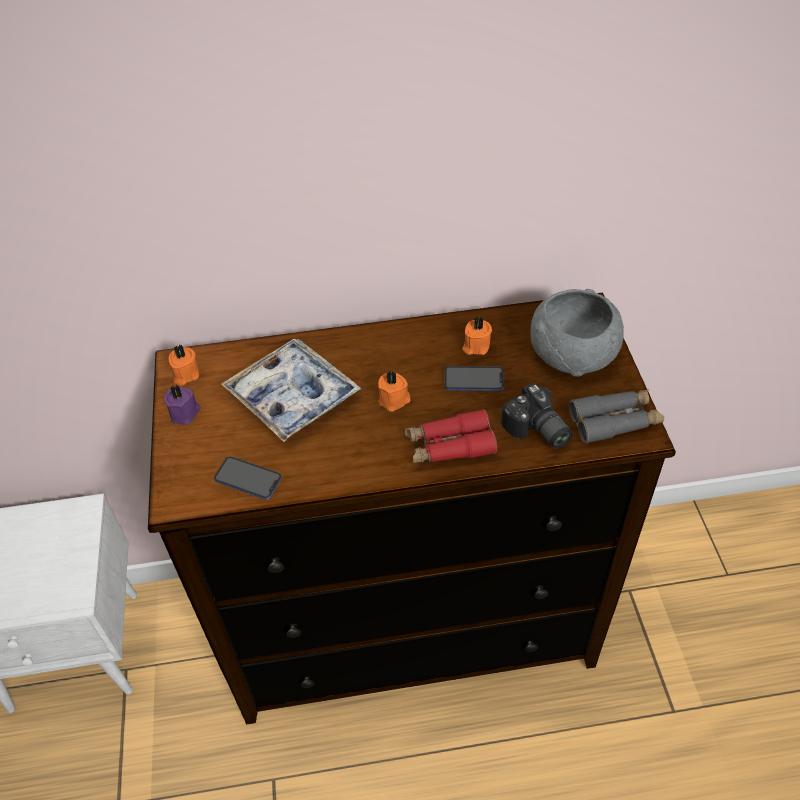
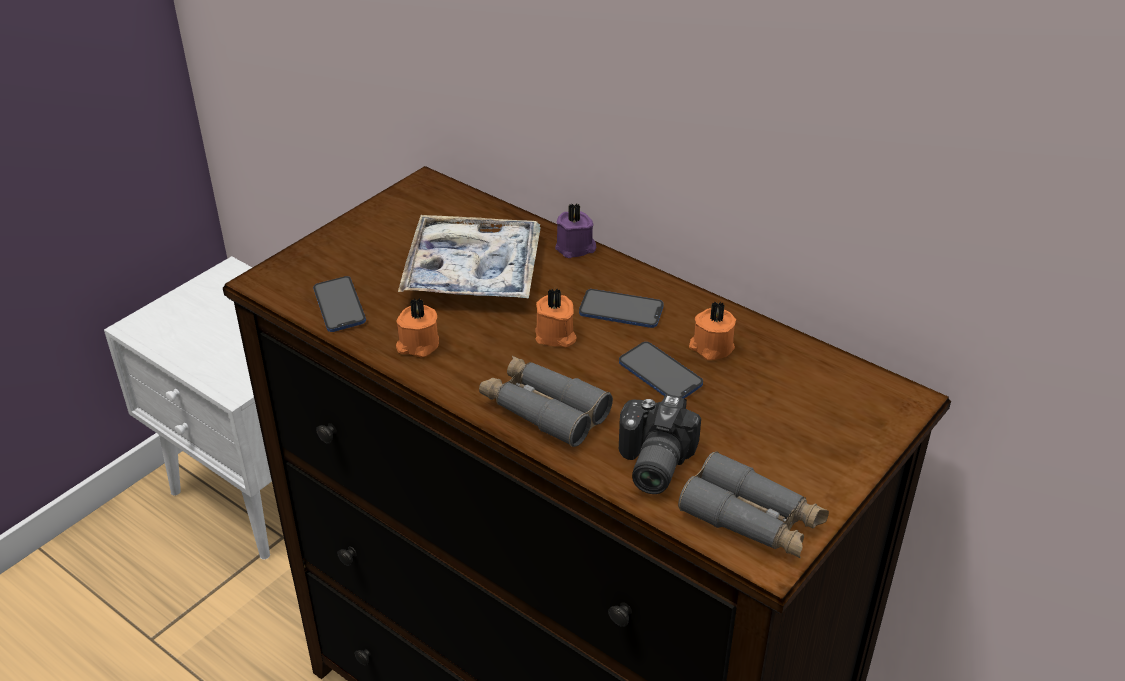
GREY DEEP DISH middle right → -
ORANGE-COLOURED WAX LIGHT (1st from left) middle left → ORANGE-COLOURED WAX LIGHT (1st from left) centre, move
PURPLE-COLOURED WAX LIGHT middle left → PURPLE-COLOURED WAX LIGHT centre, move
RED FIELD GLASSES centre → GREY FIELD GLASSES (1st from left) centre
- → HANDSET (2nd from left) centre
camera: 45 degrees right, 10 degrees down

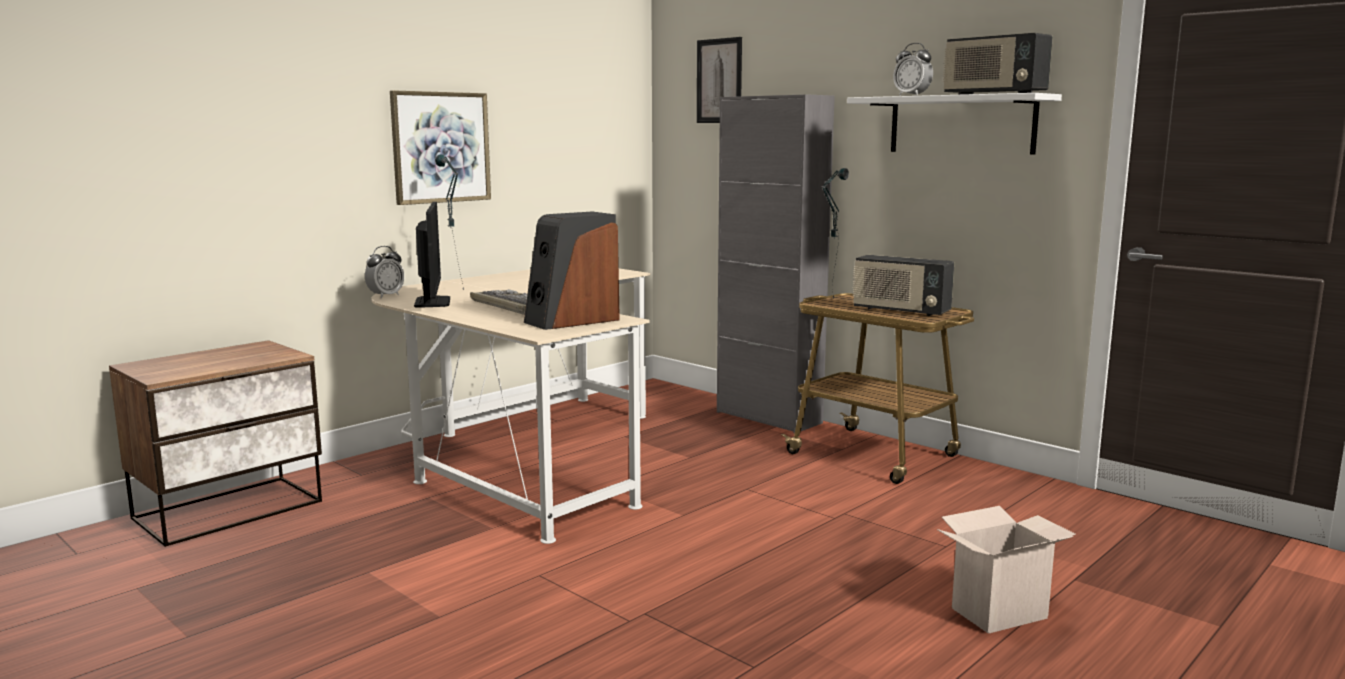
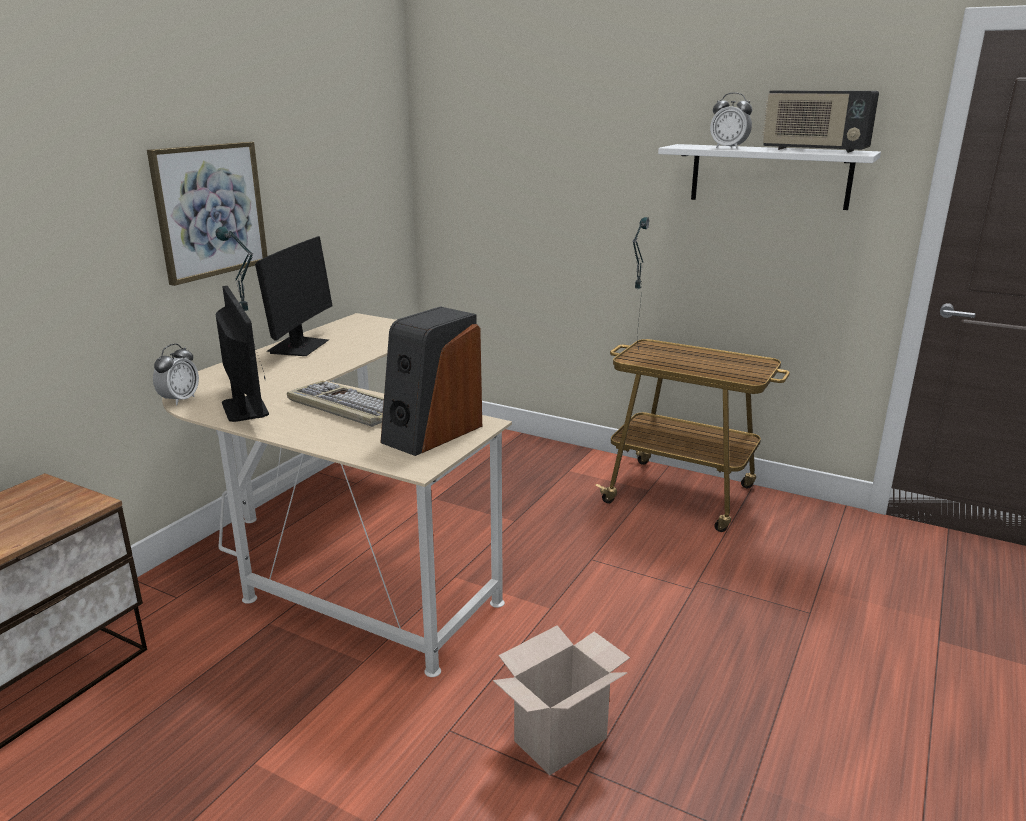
WALL ART (2nd from left) top centre → -
GREY STORAGE CABINET centre → -
RADIO SET (1st from left) middle right → -
CARTON bottom right → CARTON bottom centre, move
- → MONITOR (2nd from left) middle left
camera: 15 degrees left, 10 degrees up

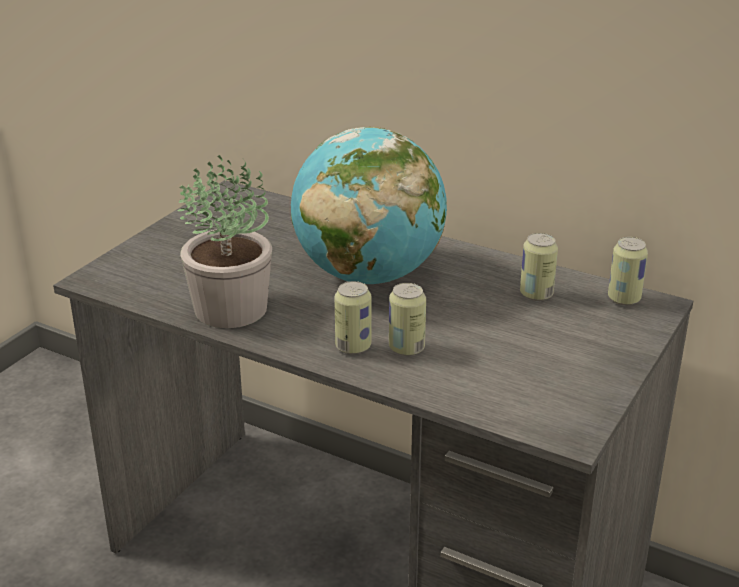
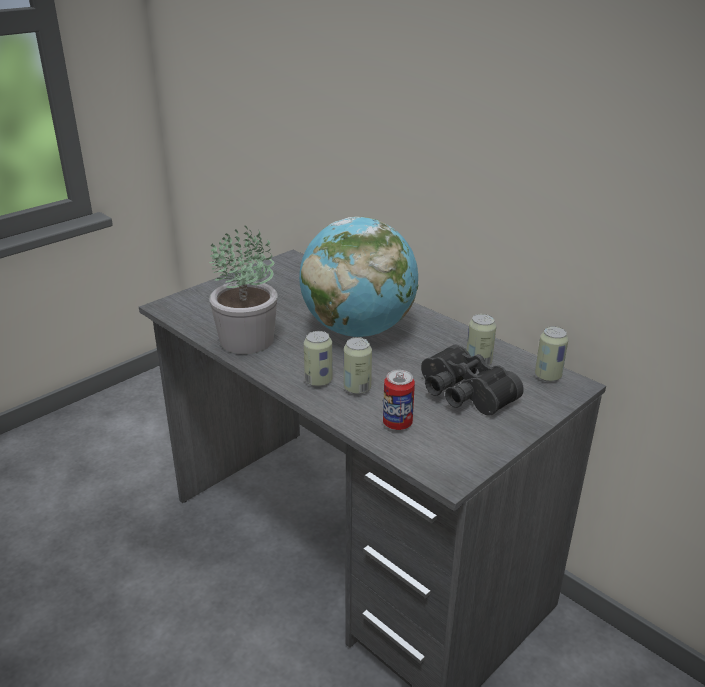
- → BLACK-COLOURED FIELD GLASSES middle right
- → METAL CAN (3rd from left) centre
camera: 15 degrees right, 0 degrees up

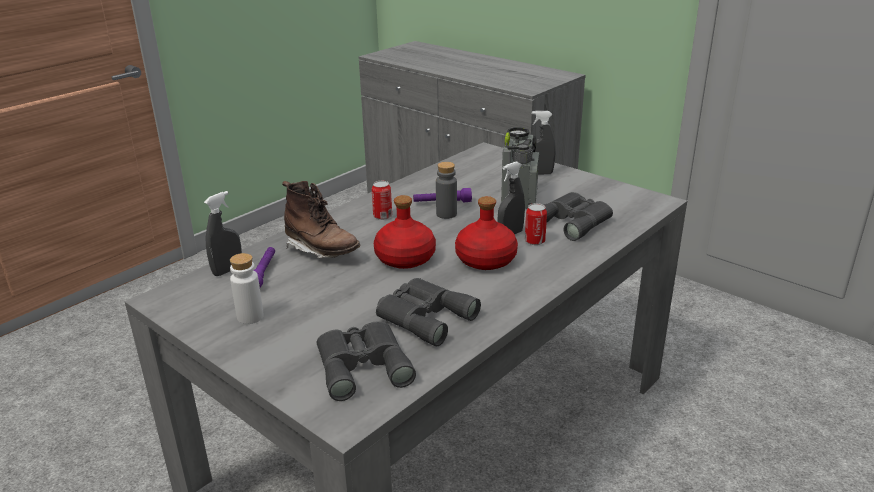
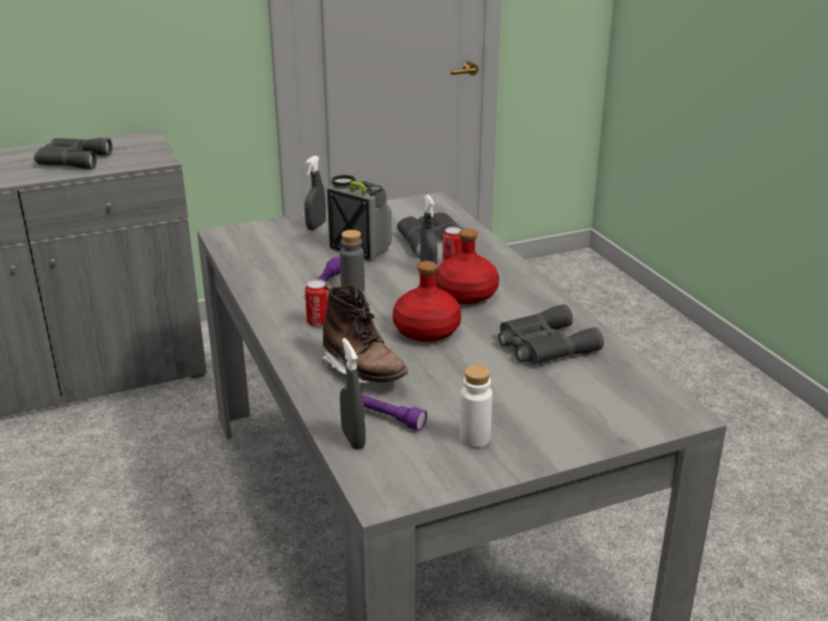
BROWN HIGH-TOP BOOT centre, 75 degrees clockwise
GREY FIELD GLASSES (1st from left) bottom centre → GREY FIELD GLASSES (1st from left) top left, move
camera: 65 degrees left, 0 degrees up

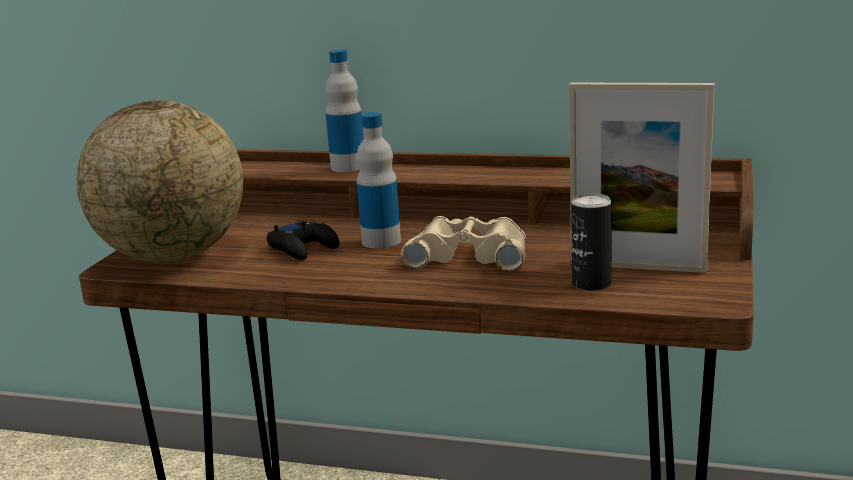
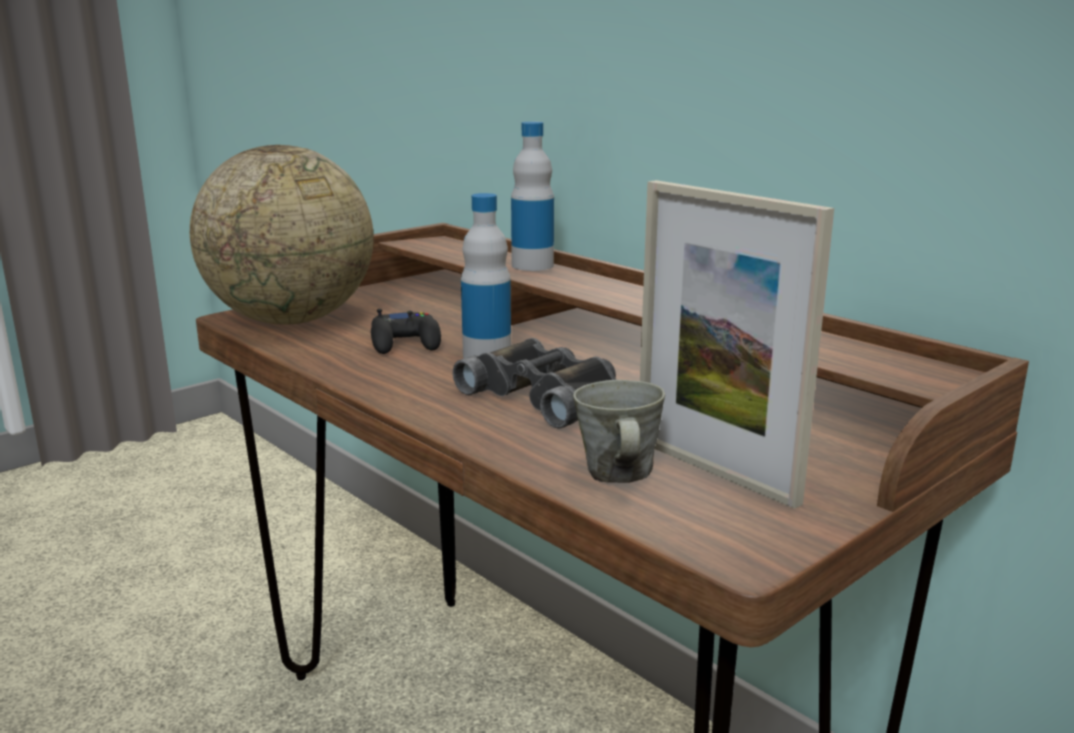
METAL CAN middle right → GREY MUG centre
SAND-COLOURED FIELD GLASSES centre → BLACK-COLOURED FIELD GLASSES centre
camera: 30 degrees right, 0 degrees up

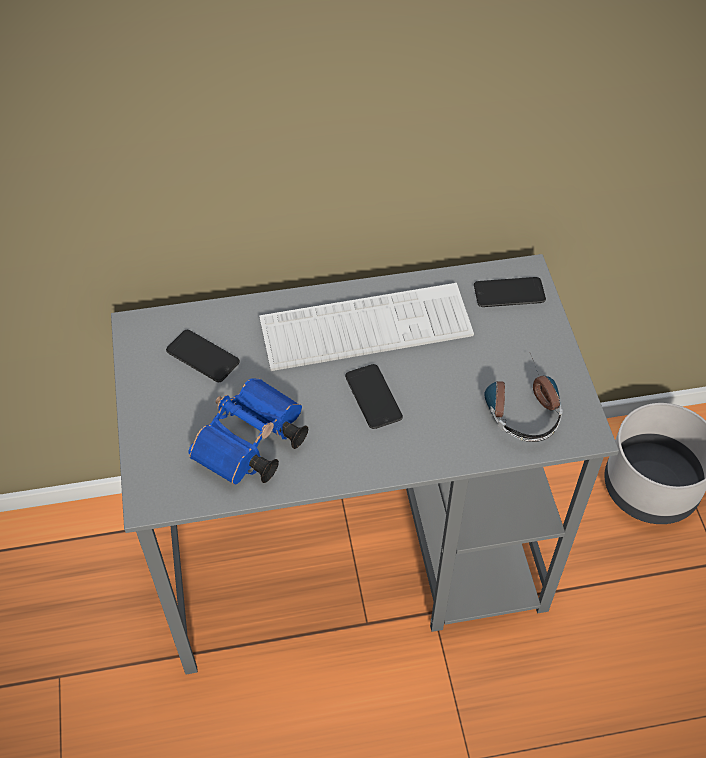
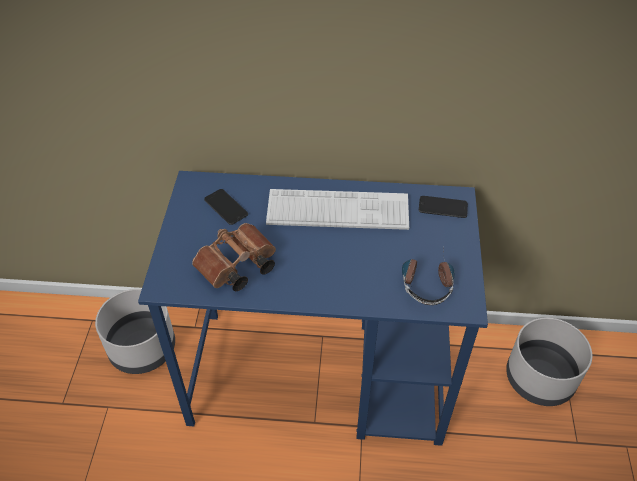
GREY DESK UNIT centre → BLUE DESK UNIT centre
HANDSET (2nd from left) centre → -
BLUE FIELD GLASSES centre → BROWN FIELD GLASSES centre
- → GREY PLANTER (1st from left) bottom left
camera: 15 degrees right, 5 degrees down

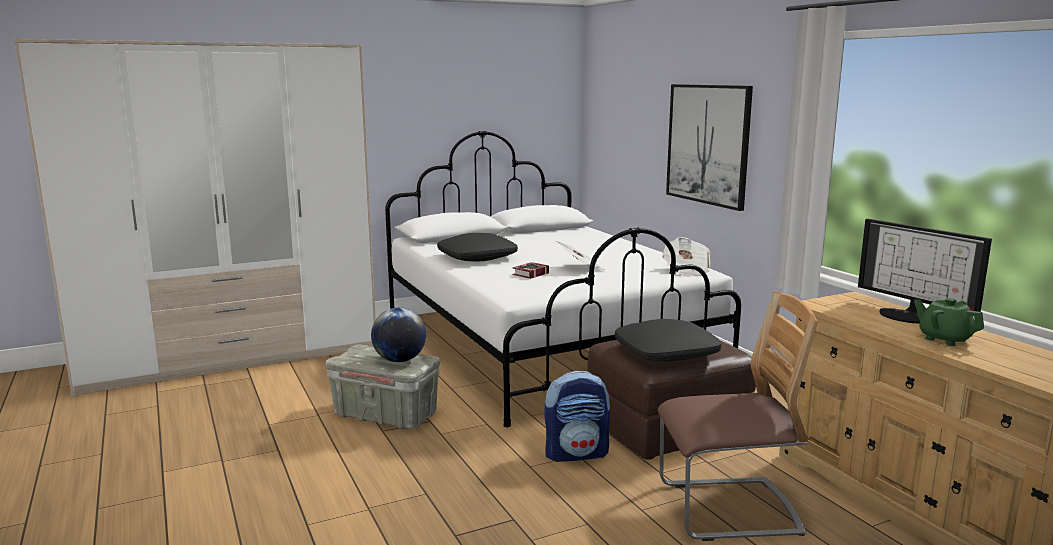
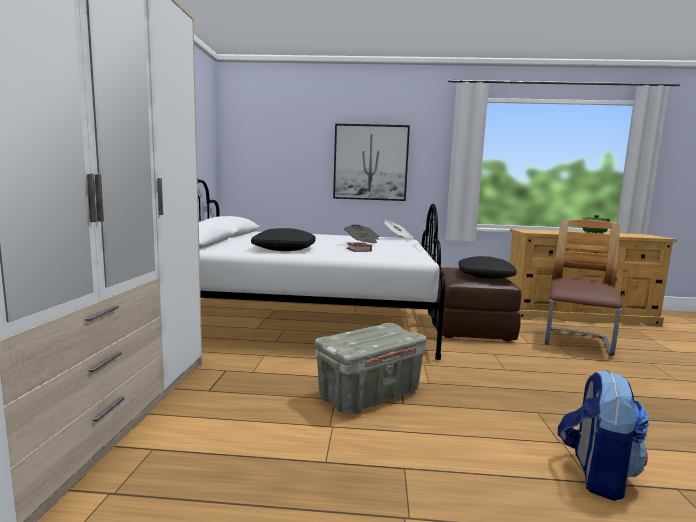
MONITOR middle right → -
WORLD GLOBE centre → -
BACKPACK bottom centre → BACKPACK bottom right, move
camera: 60 degrees left, 5 degrees down

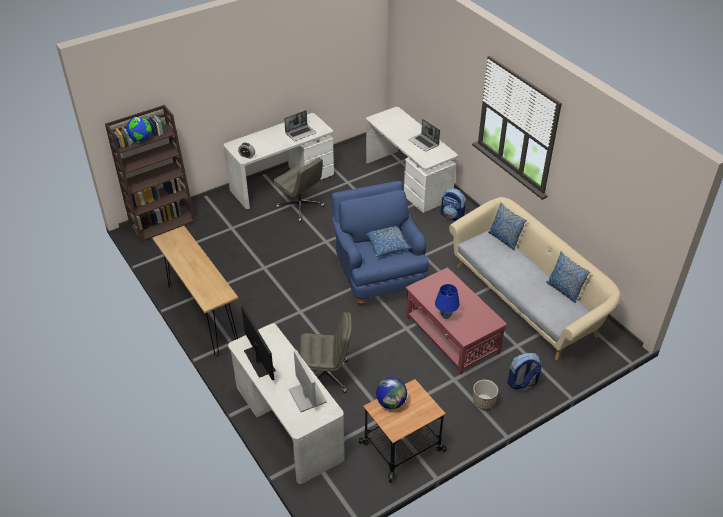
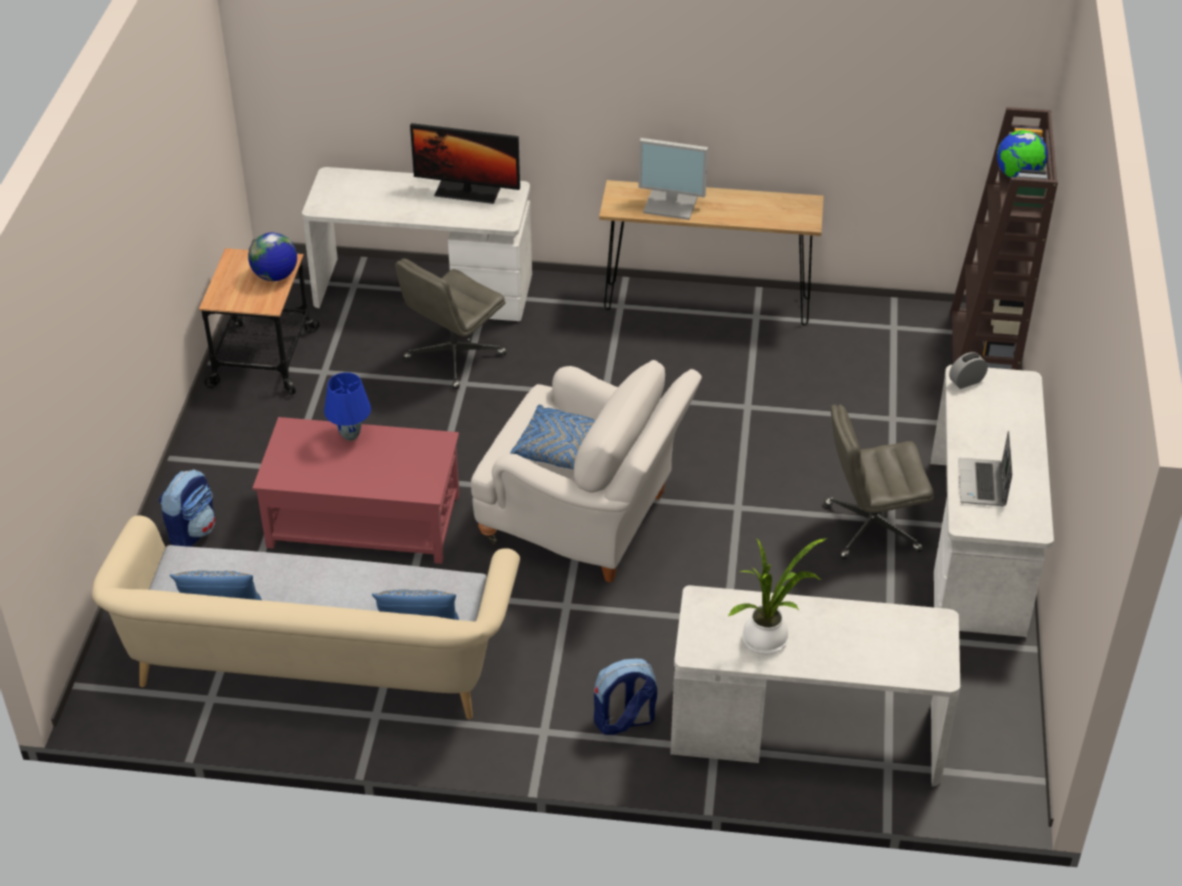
LAPTOP (2nd from left) top centre → POTTED PLANT bottom centre
BLUE ARMCHAIR centre → WHITE ARMCHAIR centre
MONITOR (2nd from left) bottom centre → MONITOR (2nd from left) top centre, move
PLANTER bottom right → -
camera: 130 degrees right, 0 degrees up

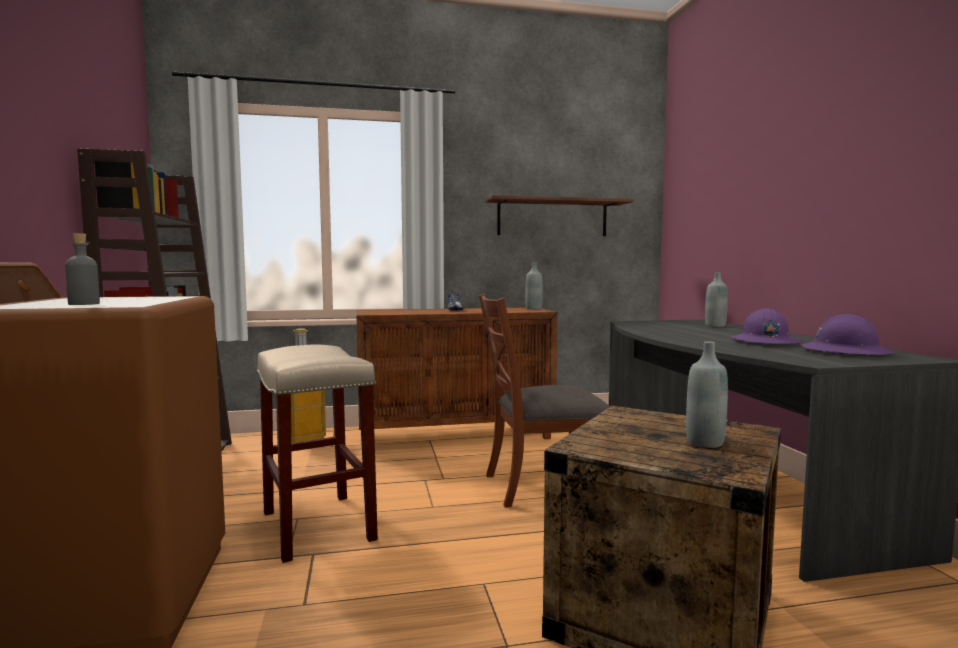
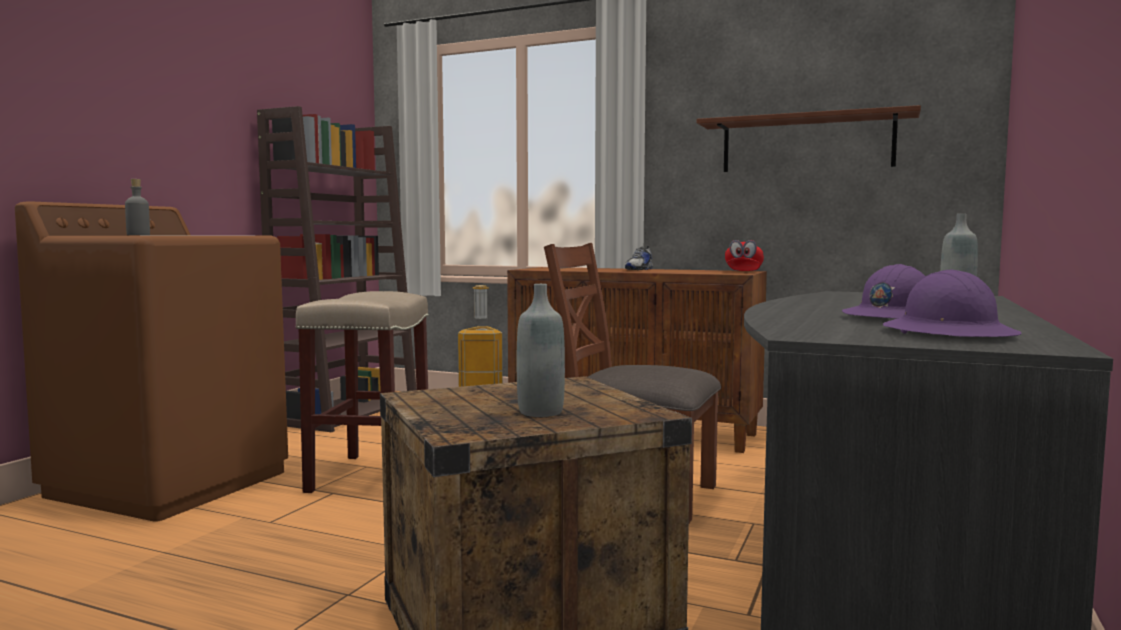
GREY BOTTLE (2nd from left) centre → RED CAP centre
camera: 35 degrees right, 0 degrees up

